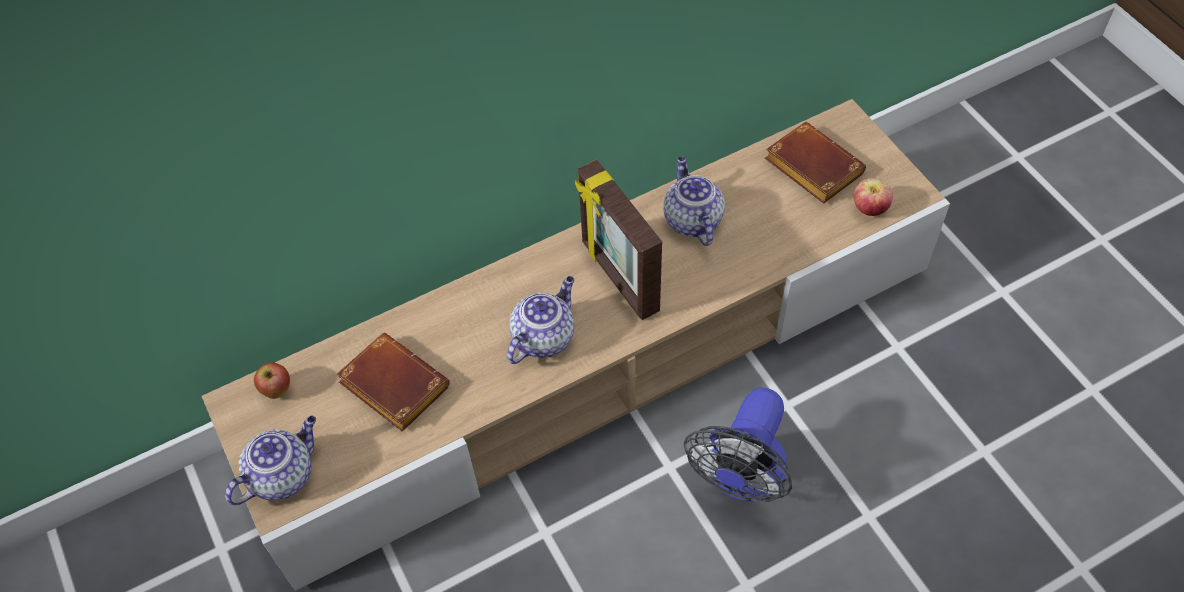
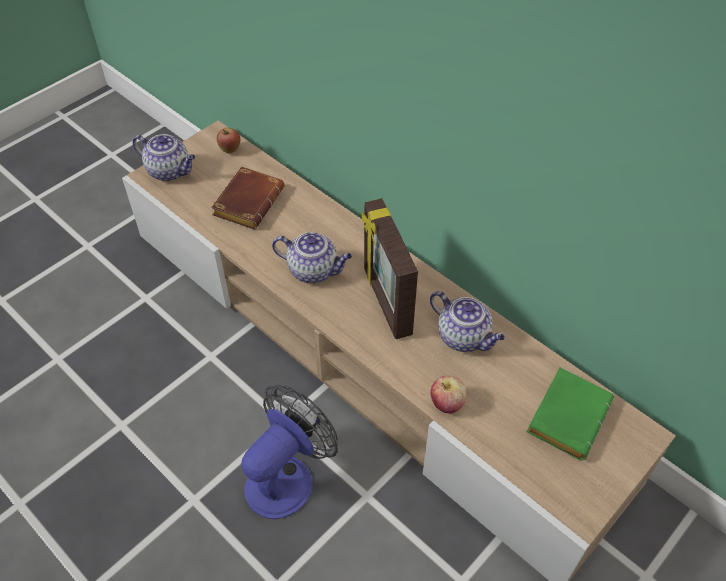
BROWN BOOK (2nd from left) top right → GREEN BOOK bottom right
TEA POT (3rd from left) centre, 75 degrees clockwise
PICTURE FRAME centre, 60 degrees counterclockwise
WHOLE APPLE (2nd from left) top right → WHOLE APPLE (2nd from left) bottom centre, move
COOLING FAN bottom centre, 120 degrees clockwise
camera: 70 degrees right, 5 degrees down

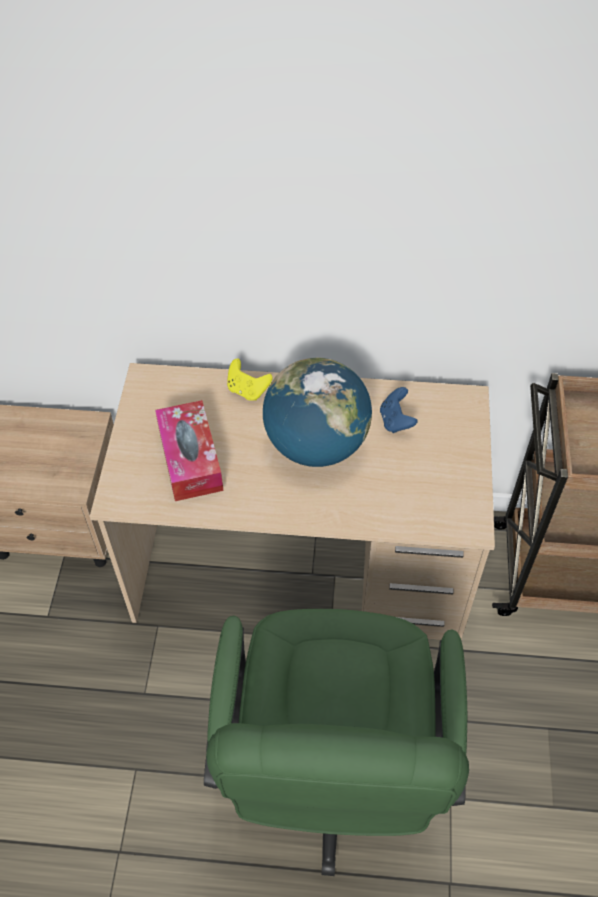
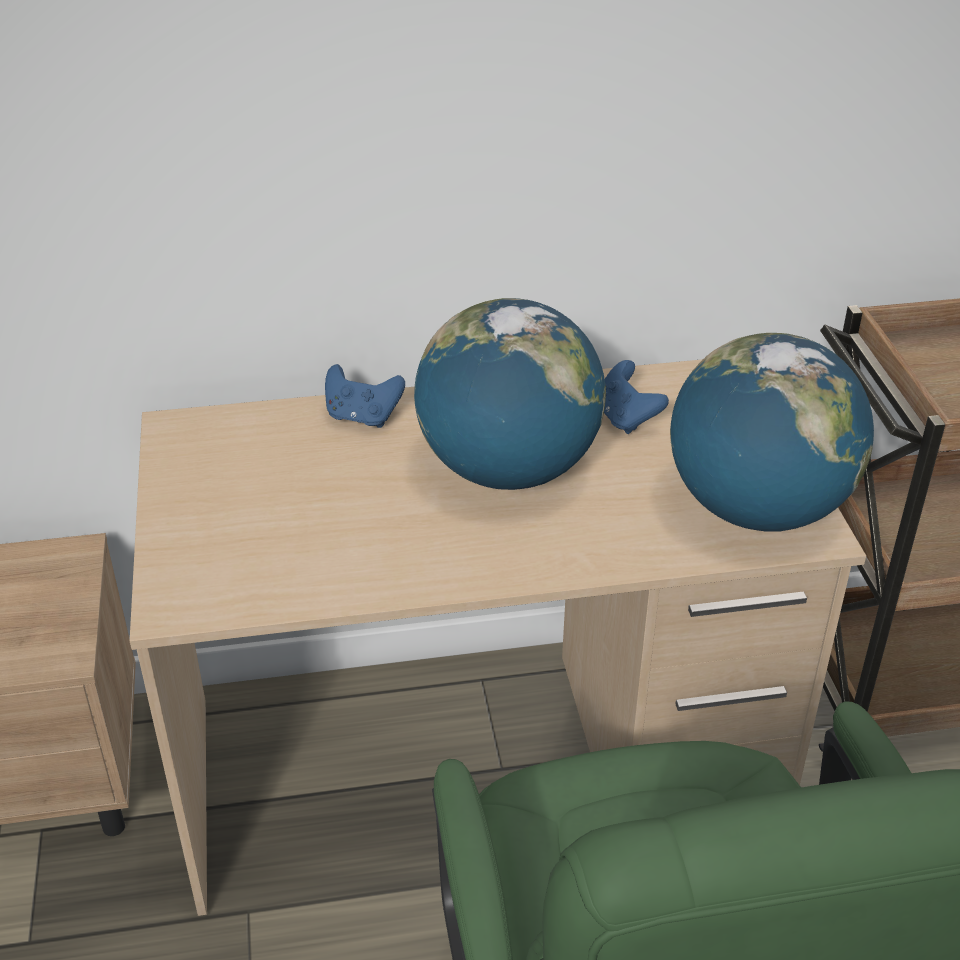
YELLOW-COLOURED GAME CONTROLLER centre → BLUE GAME CONTROLLER (1st from left) centre
TISSUE BOX middle left → -
- → WORLD GLOBE (2nd from left) middle right
camera: 15 degrees left, 15 degrees down

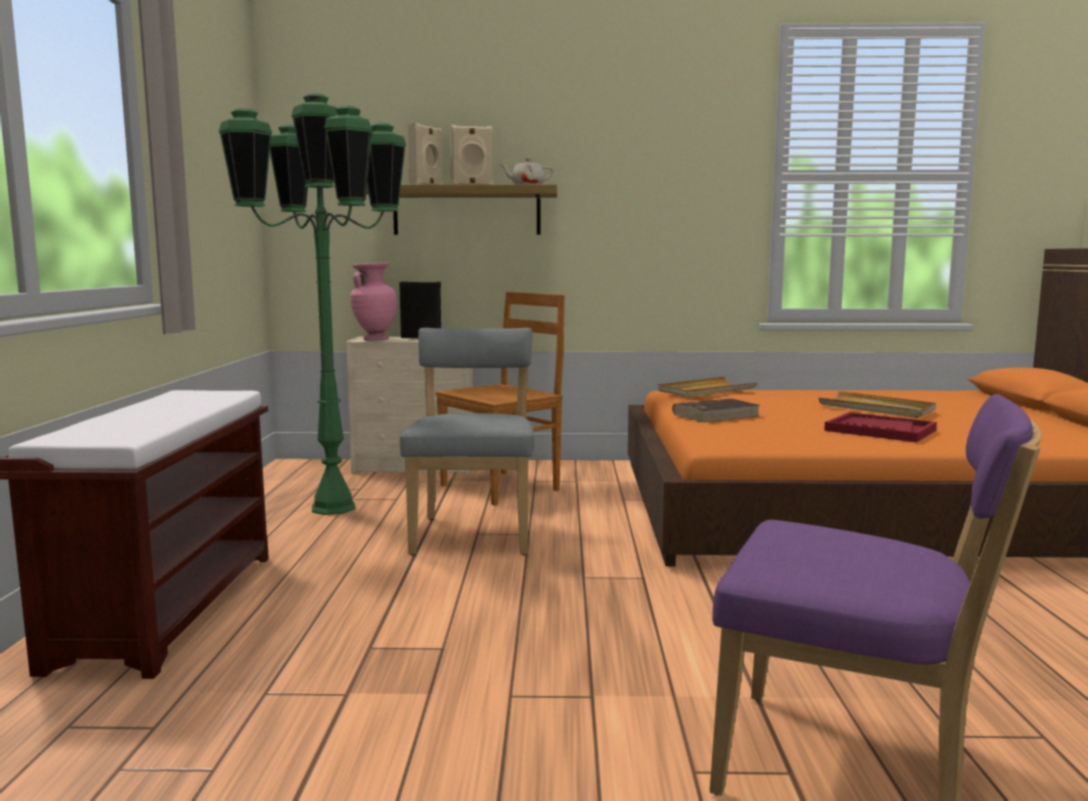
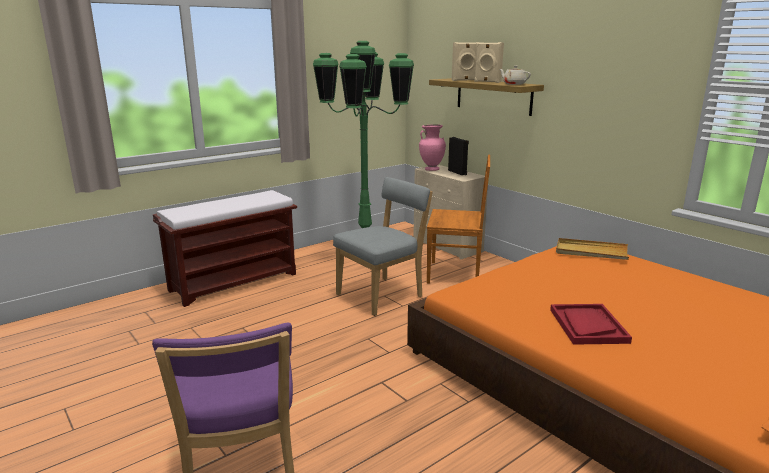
SAND-COLOURED TRAY (2nd from left) middle right → -
BROWN BOOK centre → -
camera: 50 degrees right, 10 degrees up

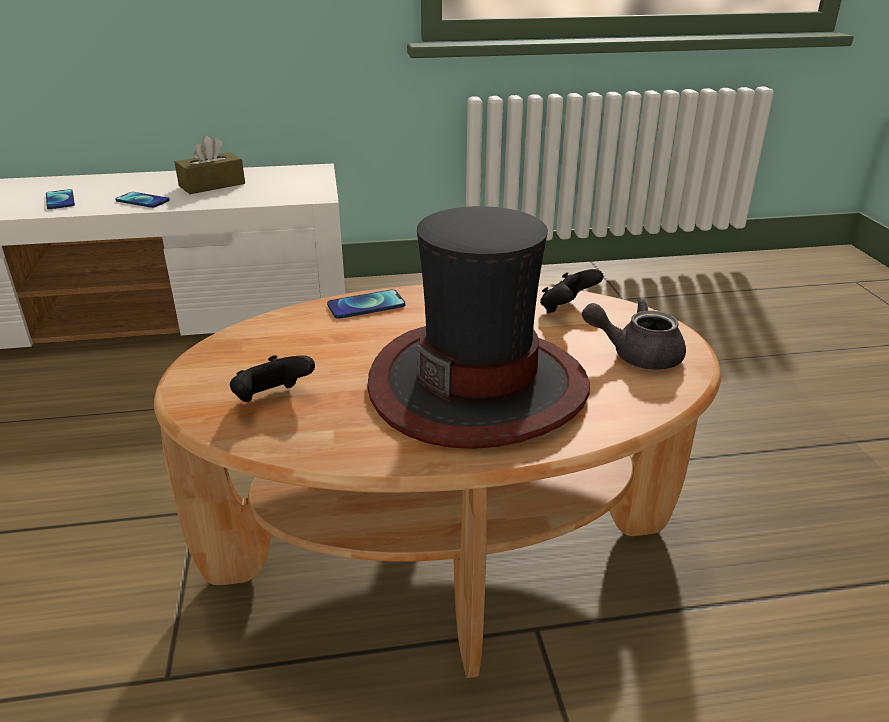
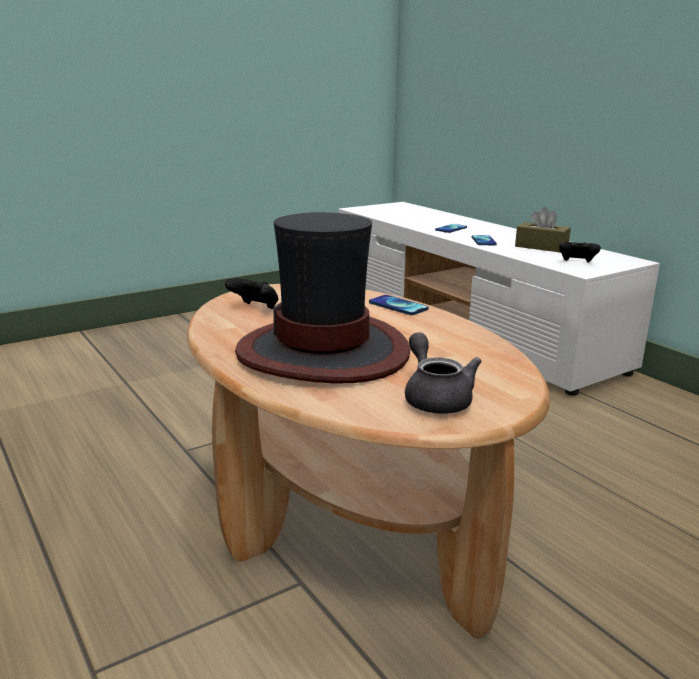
BLACK-COLOURED GAME CONTROLLER (2nd from left) centre → BLACK-COLOURED GAME CONTROLLER (2nd from left) middle right, move
camera: 65 degrees right, 10 degrees down

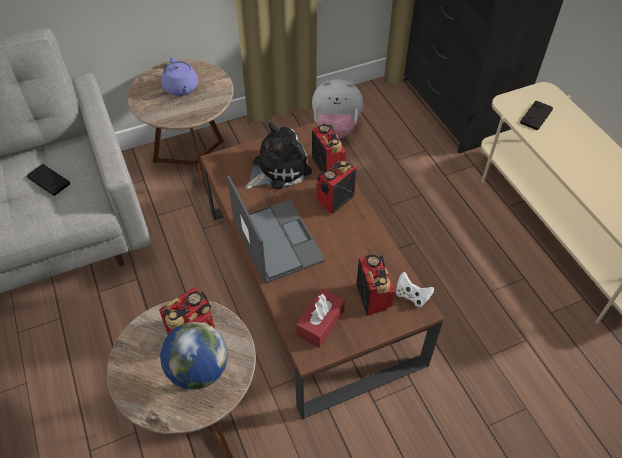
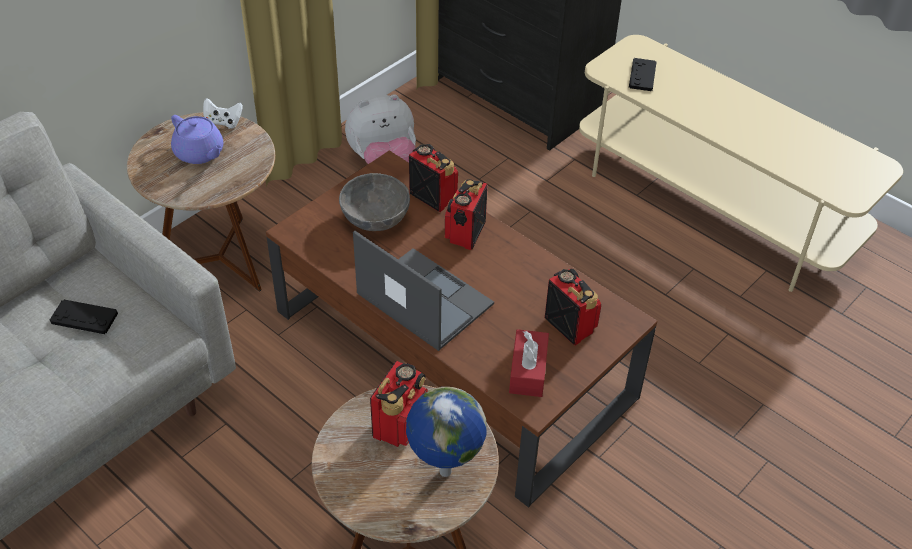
SOFT TOY (1st from left) centre → GREY DEEP DISH centre
WHITE GAME CONTROLLER middle right → WHITE GAME CONTROLLER top left, move
camera: 25 degrees left, 5 degrees down

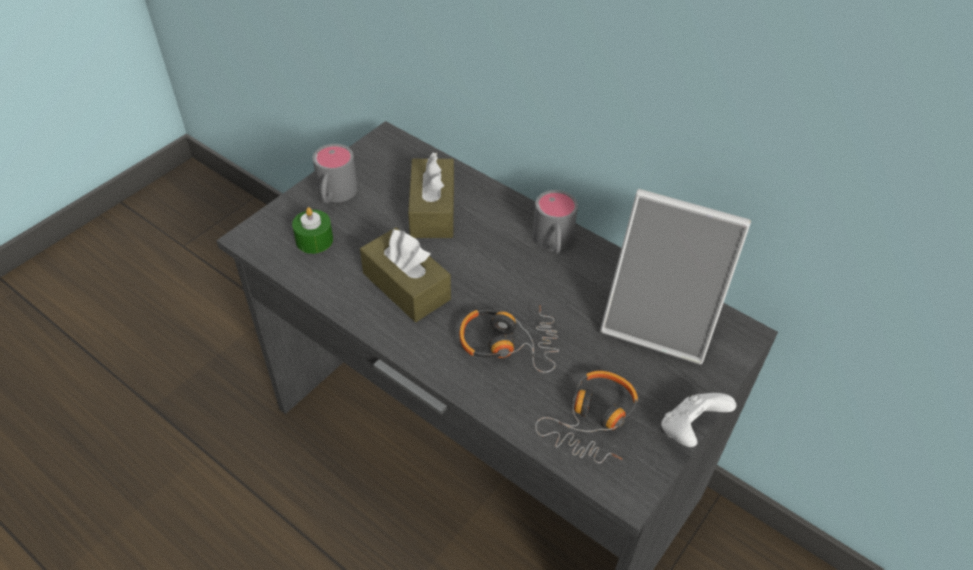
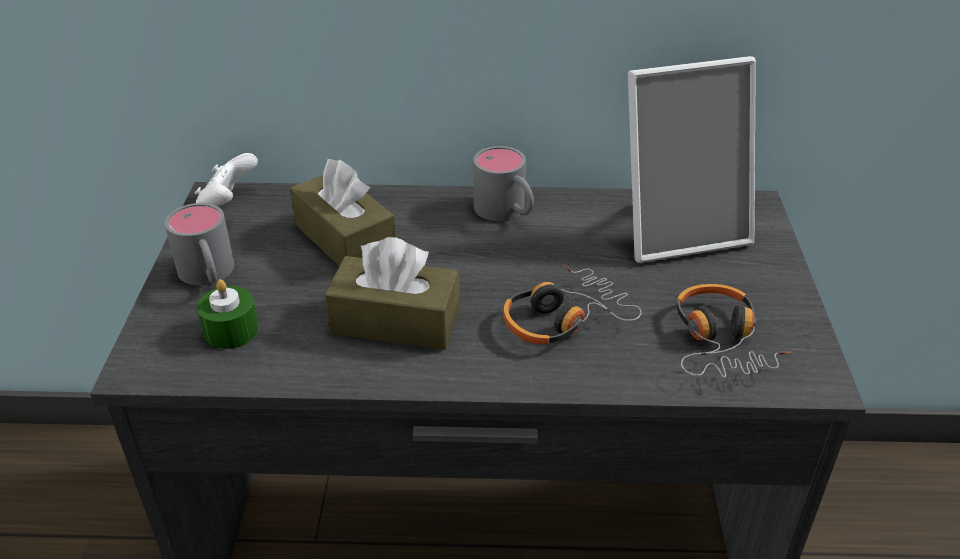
WHITE GAME CONTROLLER bottom right → WHITE GAME CONTROLLER top left, move
camera: 35 degrees left, 10 degrees down

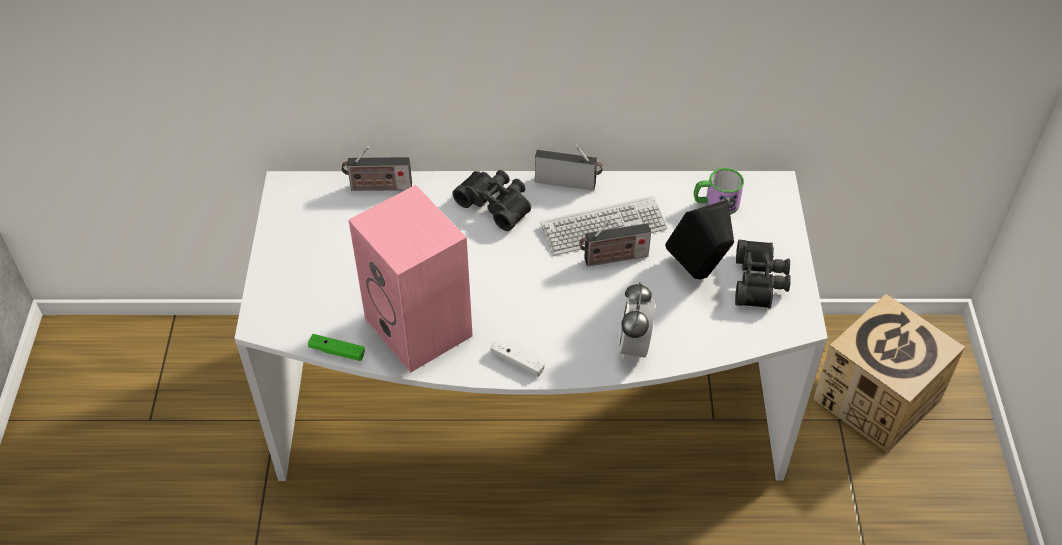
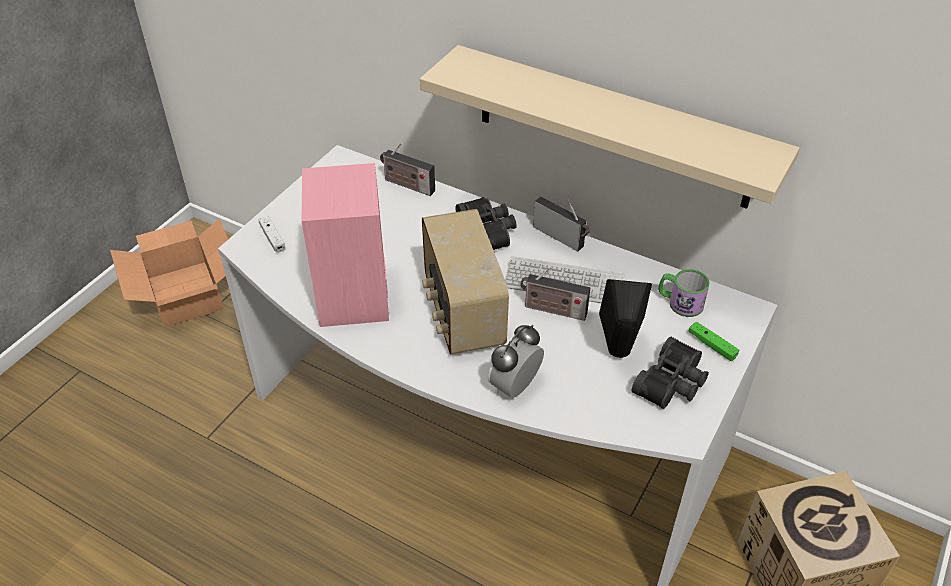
GREEN GAME CONTROLLER middle left → GREEN GAME CONTROLLER middle right, move
WHITE GAME CONTROLLER centre → WHITE GAME CONTROLLER middle left, move
- → SAND-COLOURED SHELF top centre
- → RADIO SET (2nd from left) centre
- → CARTON (1st from left) middle left
camera: 30 degrees right, 5 degrees down

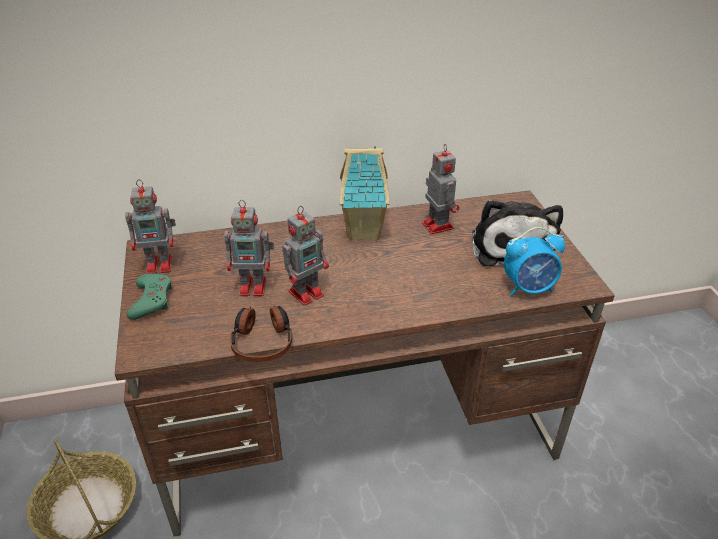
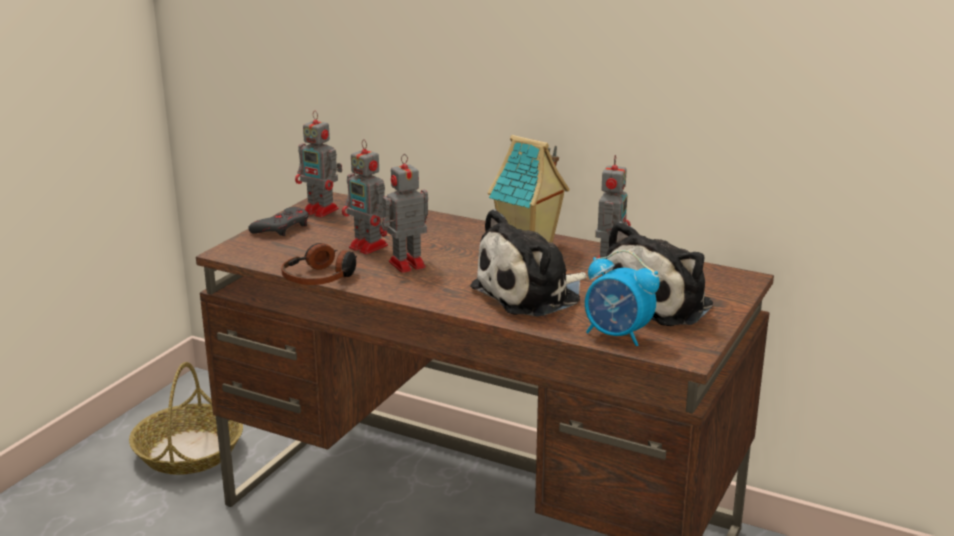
ROBOT FIGURE (3rd from left) centre, 150 degrees clockwise
GREEN GAME CONTROLLER middle left → GREY GAME CONTROLLER middle left
- → SOFT TOY (1st from left) centre
camera: 40 degrees right, 15 degrees down

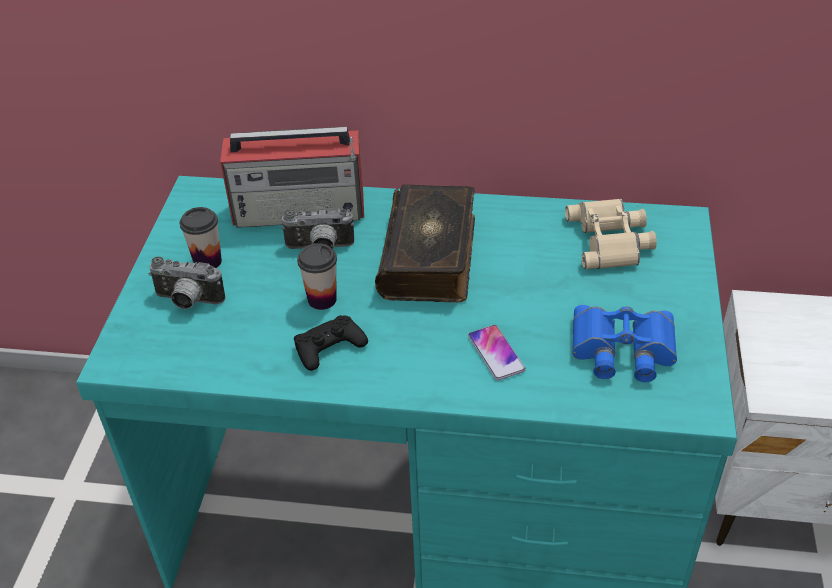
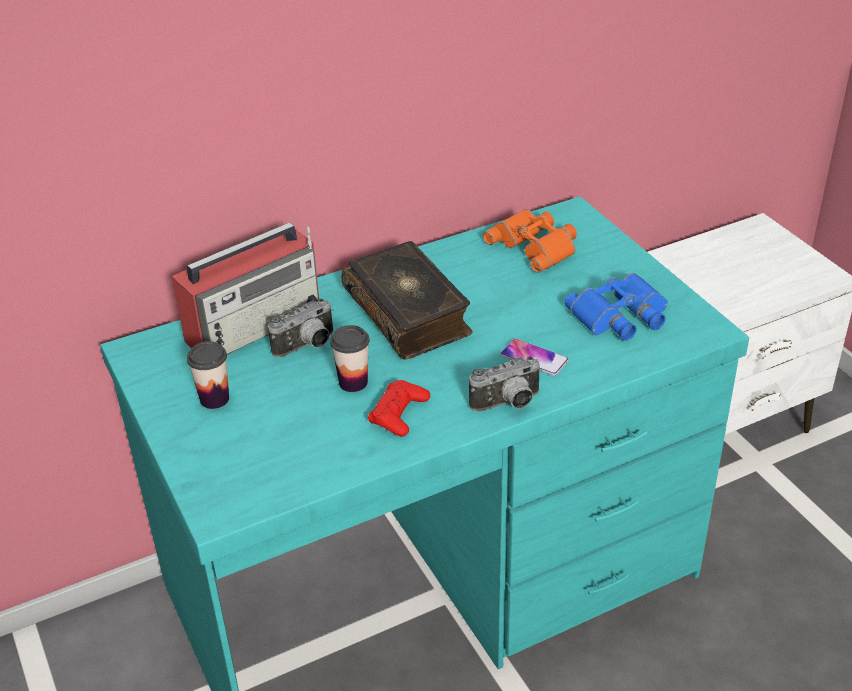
SAND-COLOURED FIELD GLASSES middle right → ORANGE-COLOURED FIELD GLASSES centre
PHOTO CAMERA (1st from left in the first image) middle left → PHOTO CAMERA (2nd from left) centre, move
BLACK-COLOURED GAME CONTROLLER centre → RED GAME CONTROLLER centre
camera: 35 degrees left, 5 degrees down

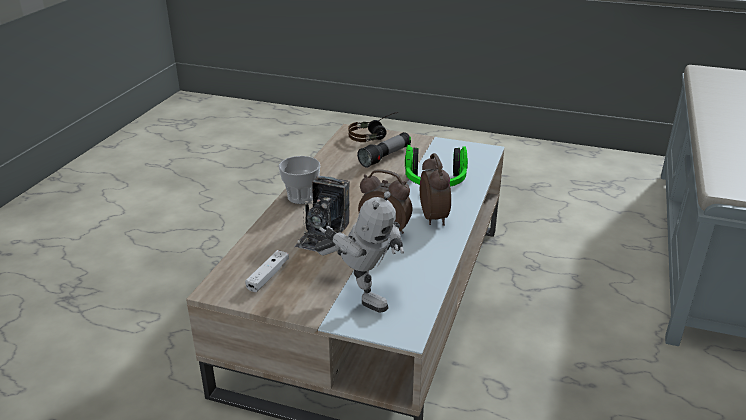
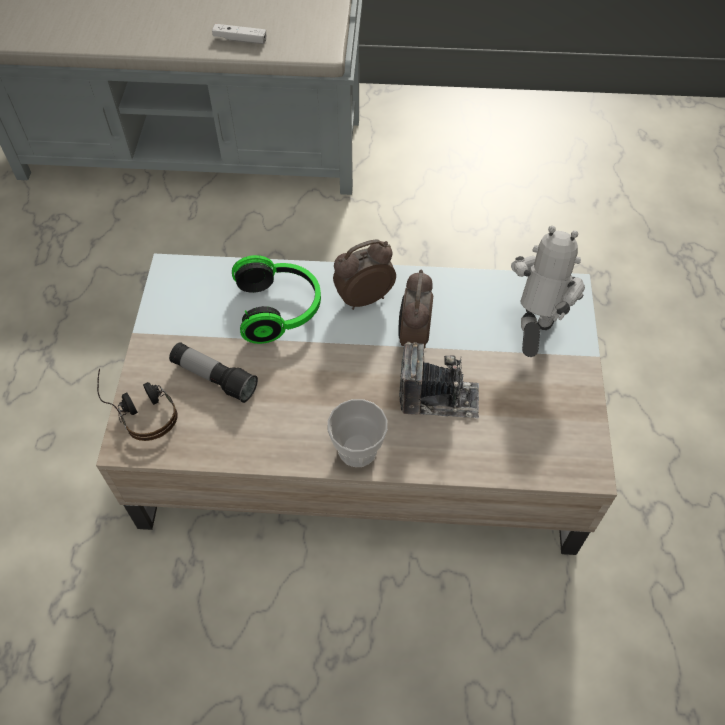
WHITE GAME CONTROLLER centre → WHITE GAME CONTROLLER top left, move
camera: 105 degrees left, 25 degrees up

